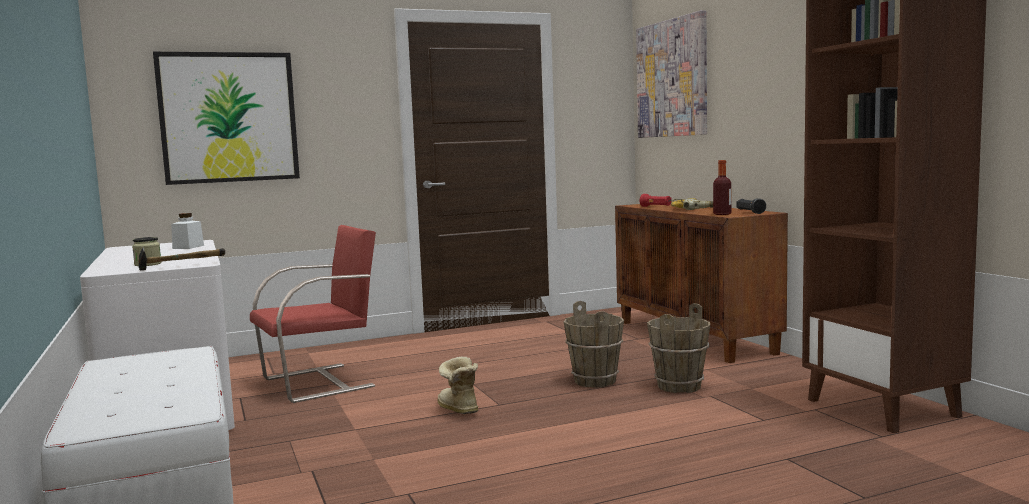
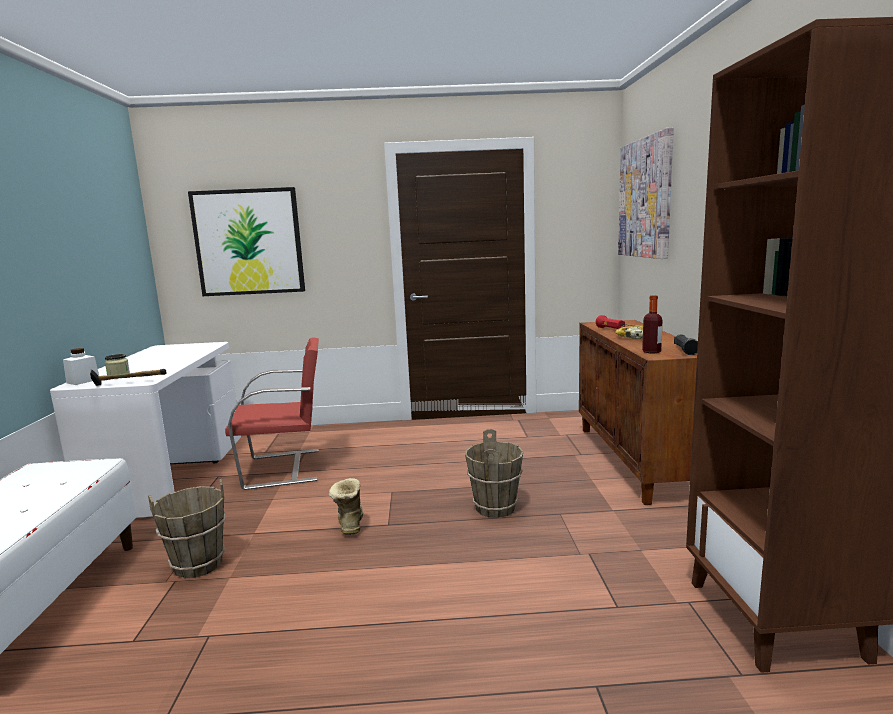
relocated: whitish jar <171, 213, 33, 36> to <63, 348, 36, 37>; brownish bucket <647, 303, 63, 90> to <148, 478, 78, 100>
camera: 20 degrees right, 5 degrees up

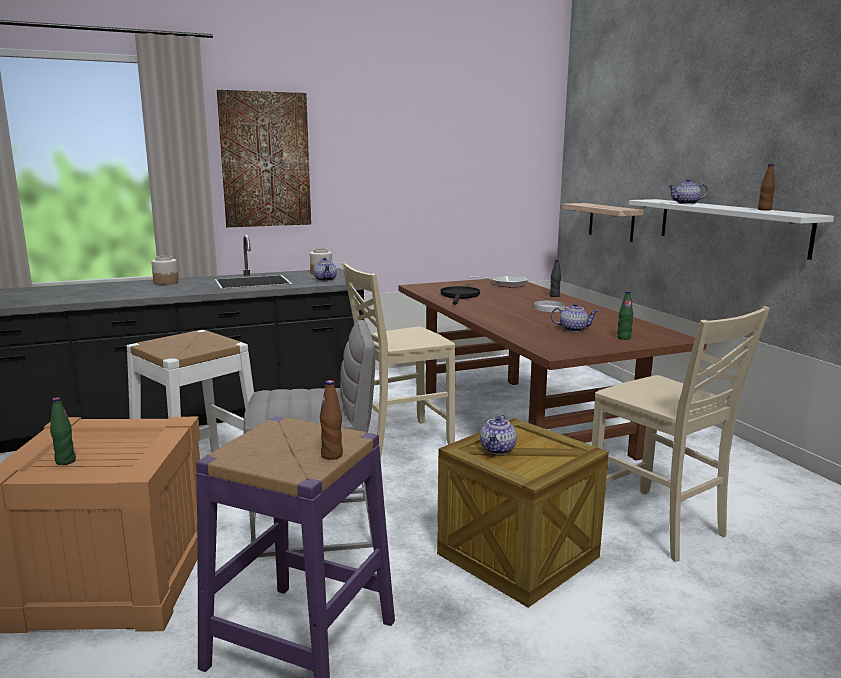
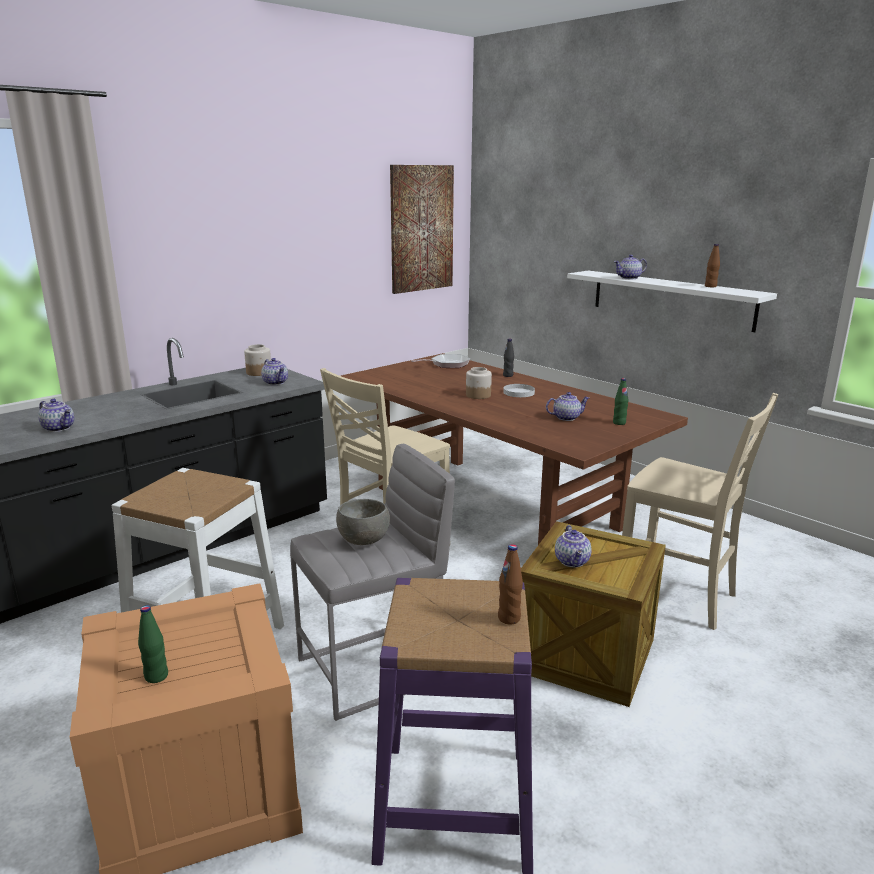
missing: shelf <562, 203, 82, 39>; blackish frying pan <441, 286, 39, 19>
appeared: teapot <38, 399, 36, 33>; gray serving bowl <336, 499, 54, 46>
relocated: wall picture <217, 90, 94, 137> to <390, 165, 64, 129>; jar <151, 256, 28, 29> to <466, 367, 26, 32>
camera: 20 degrees left, 5 degrees up

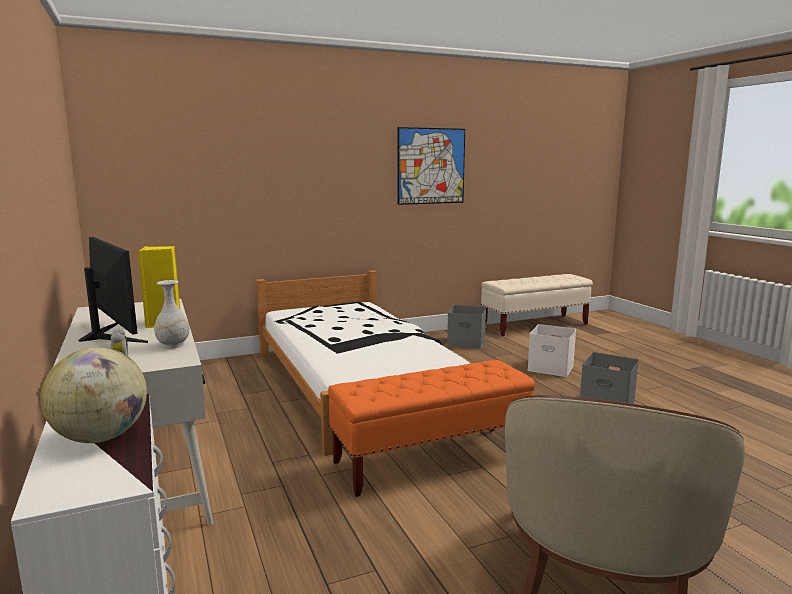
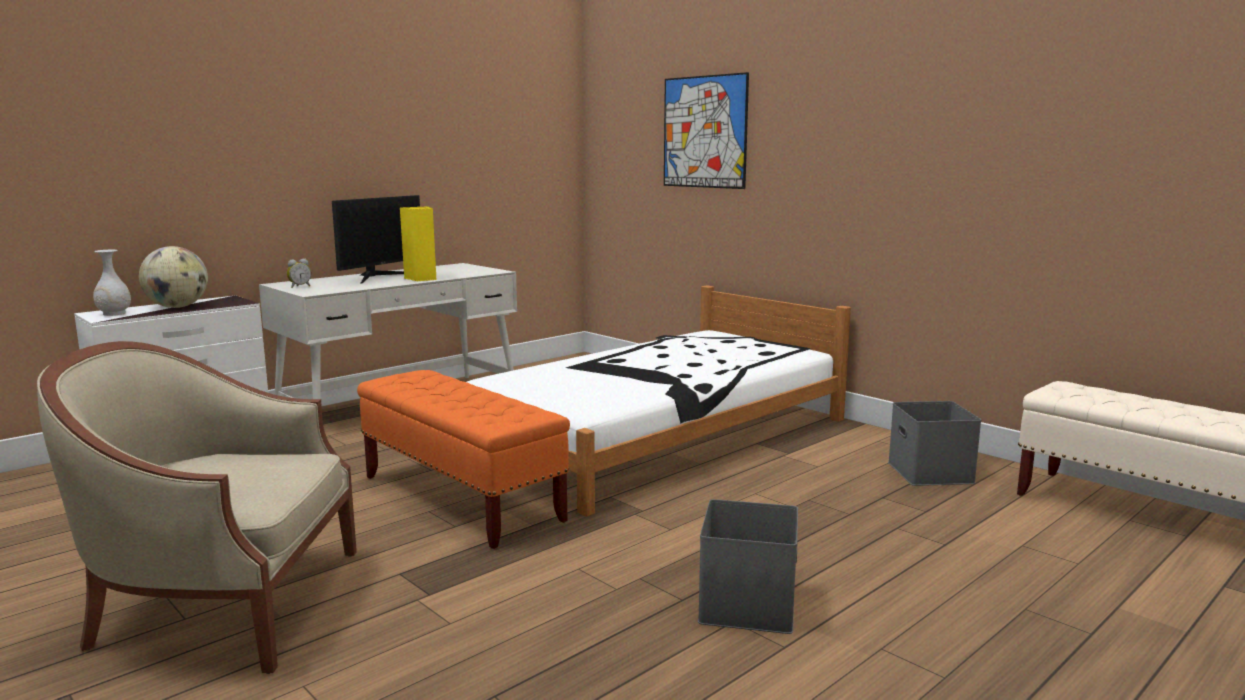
missing: whitish storage bin <527, 324, 49, 53>
relocated: wall picture <397, 127, 68, 78> to <664, 72, 85, 117>; whitish decorative vase <154, 280, 36, 68> to <93, 250, 38, 66>
camera: 70 degrees right, 0 degrees up

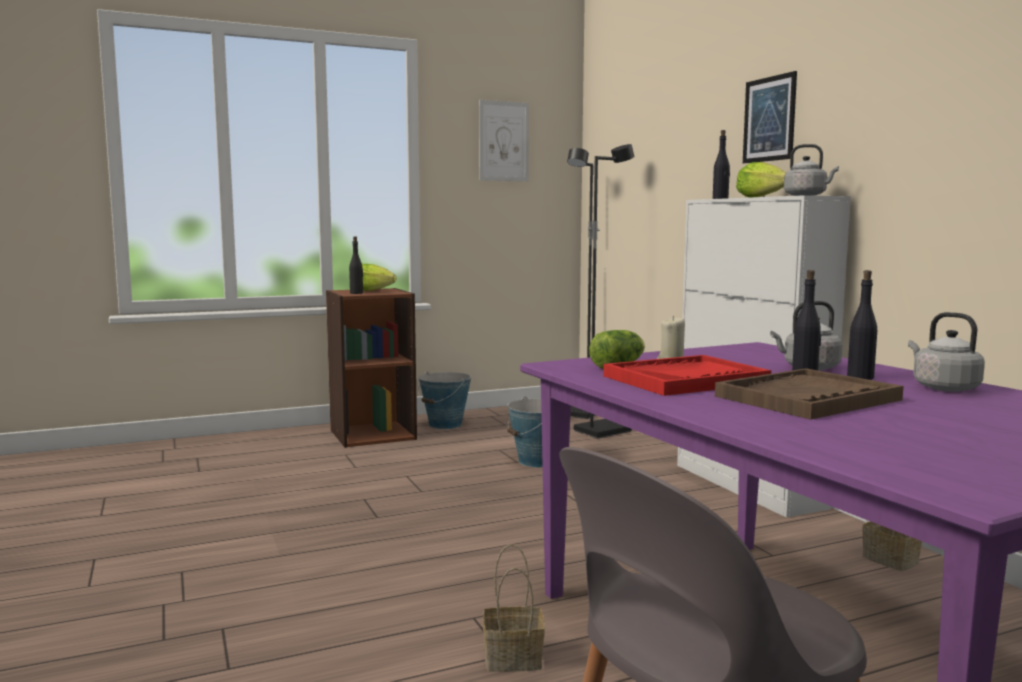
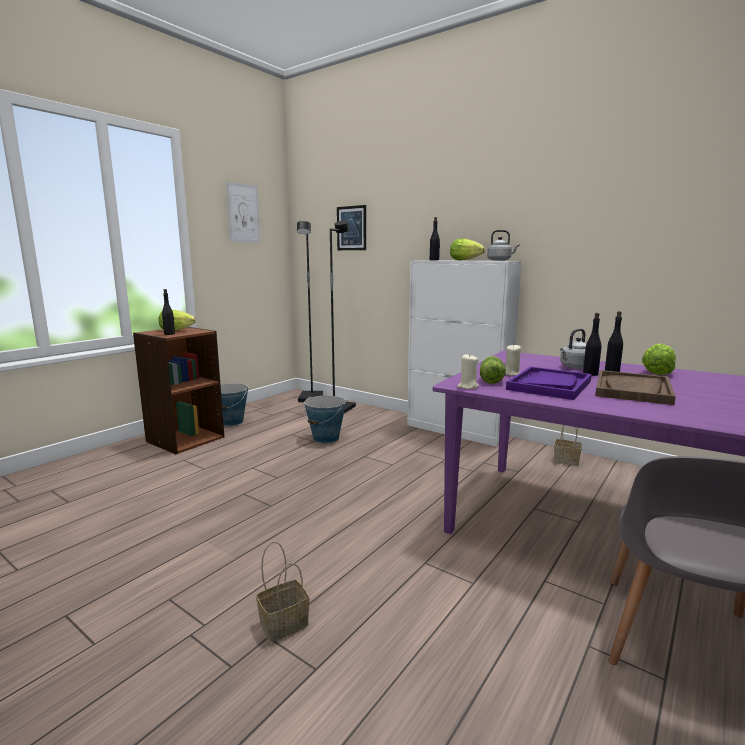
appeared: beige-coloured wax light <457, 354, 22, 35>
relocated: wall picture <743, 71, 54, 92> to <337, 205, 29, 45>; storage basket <483, 544, 62, 128> to <256, 542, 54, 100>
exchanged: gray kettle <908, 312, 77, 80> to head of lettuce <642, 344, 34, 31>
colour: red serving tray <603, 355, 168, 41> to purple serving tray <506, 367, 86, 33>
camera: 30 degrees left, 5 degrees up

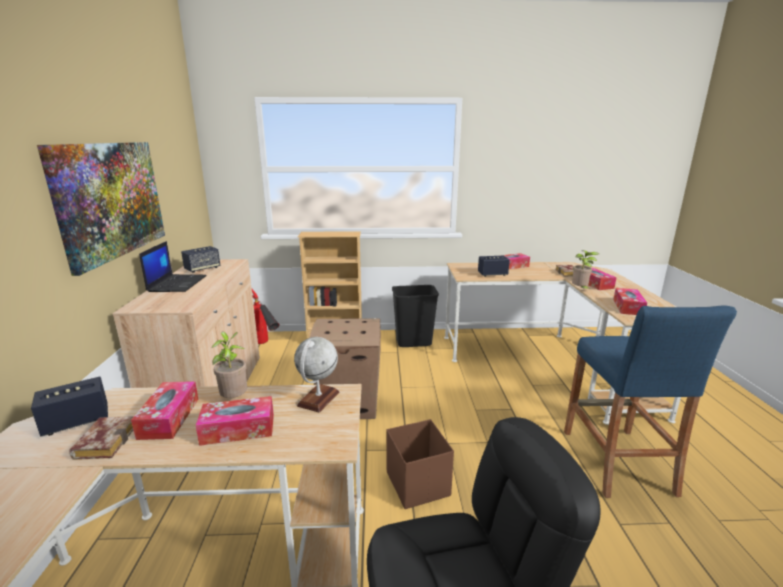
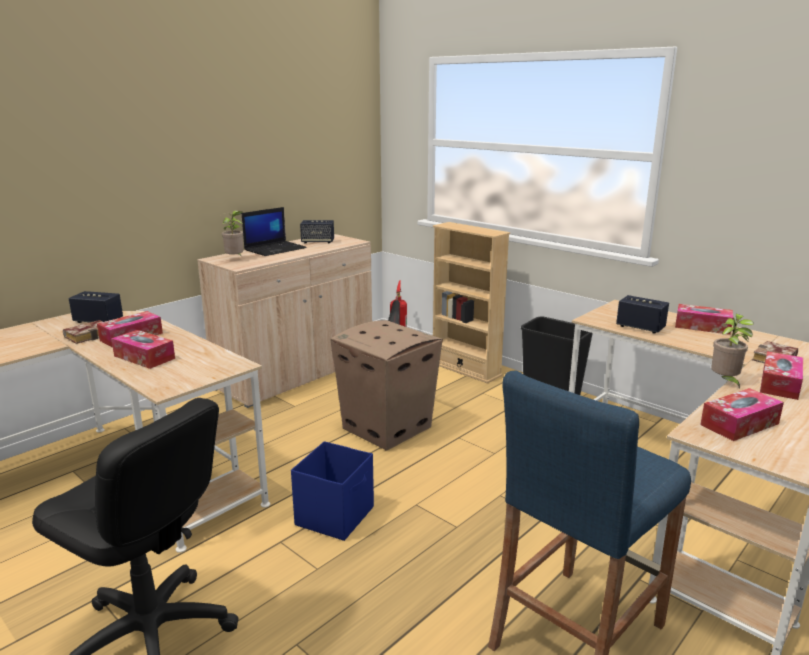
missing: wall picture <37, 142, 128, 134>; desk globe <294, 337, 45, 76>
relocated: potted plant <211, 332, 36, 66> to <221, 210, 22, 46>
colour: brownish storage bin <386, 419, 68, 90> to blue-coloured storage bin <291, 441, 83, 100>
camera: 45 degrees right, 0 degrees up

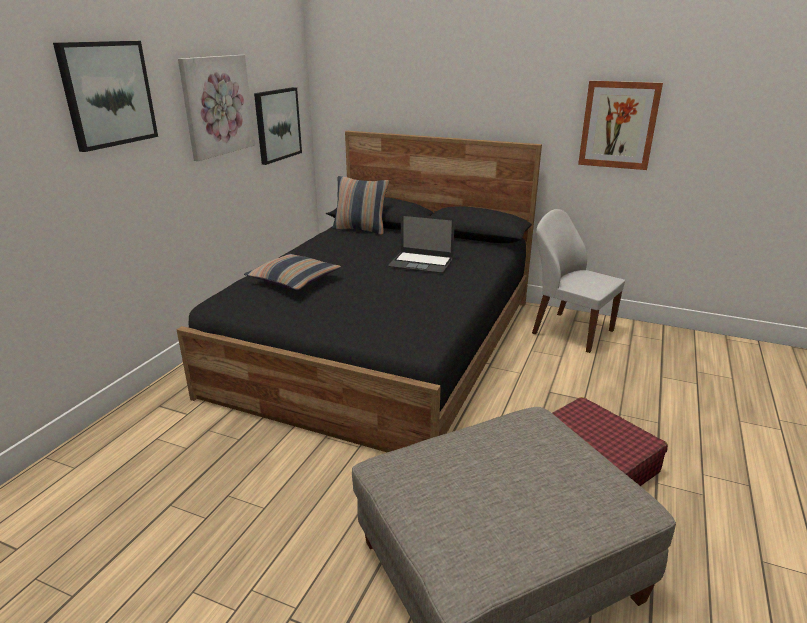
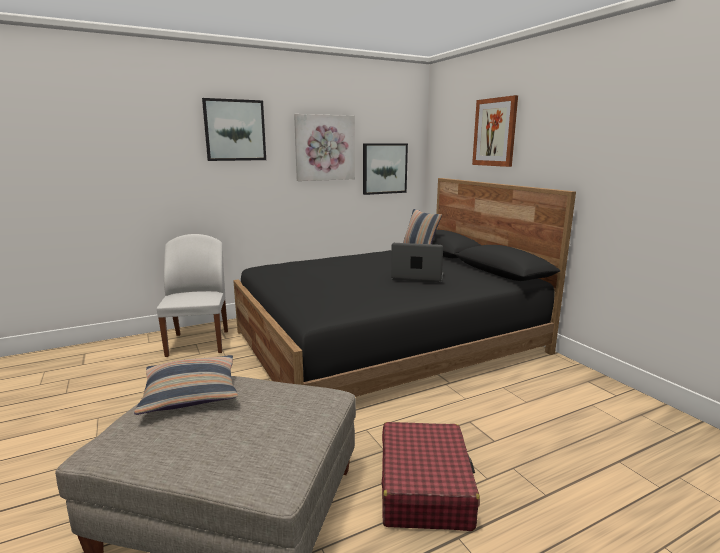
relocated: wall picture <578, 81, 85, 89> to <472, 95, 46, 72>; whitish plain chair <532, 209, 93, 144> to <157, 234, 71, 123>; pillow <244, 254, 97, 36> to <134, 355, 104, 60>
spun: portable computer <388, 213, 67, 60> = <391, 243, 52, 40> 135 degrees clockwise
camera: 40 degrees right, 10 degrees down

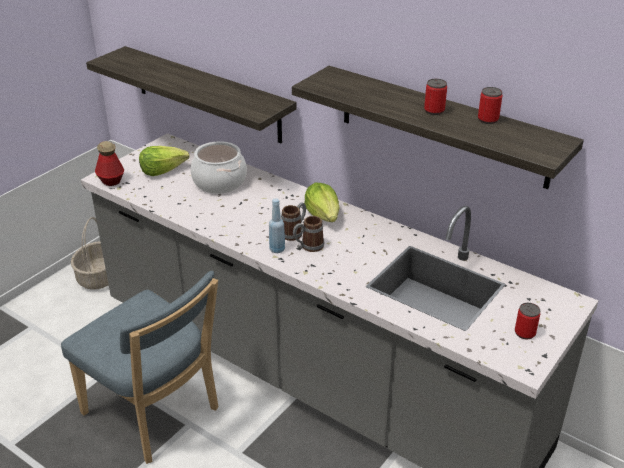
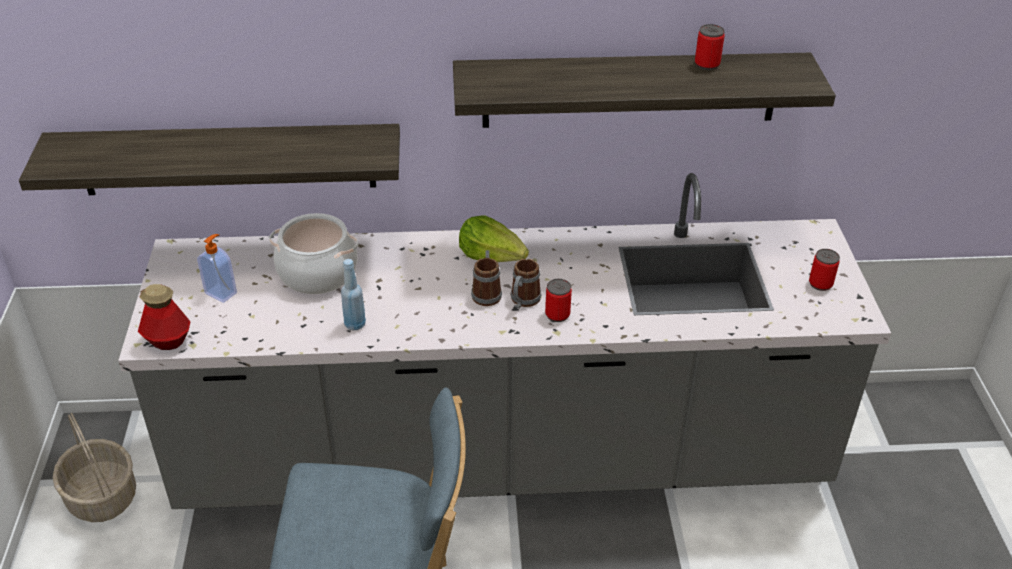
relocated: can <424, 79, 23, 36> to <545, 279, 27, 43>; blue-coloured beverage bottle <269, 198, 16, 55> to <341, 259, 25, 71>
exchanged: head of lettuce <139, 146, 51, 30> to liquid soap bottle <197, 234, 40, 69>
camera: 40 degrees left, 5 degrees up

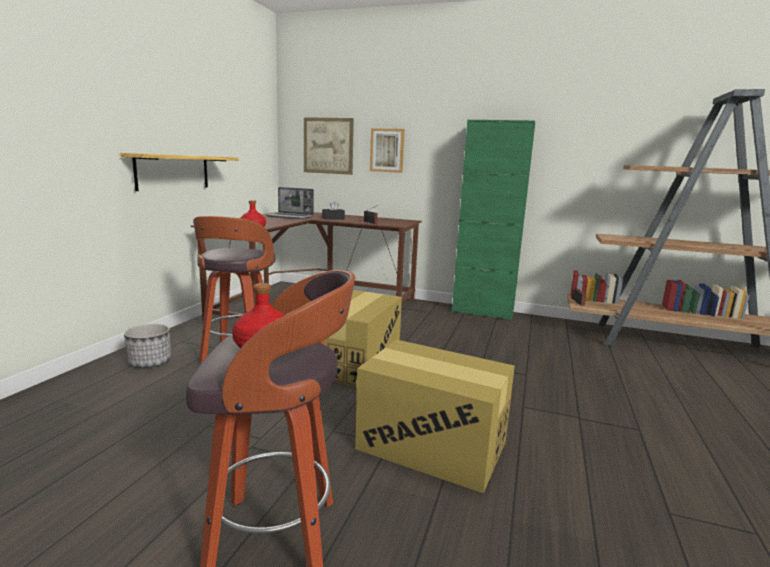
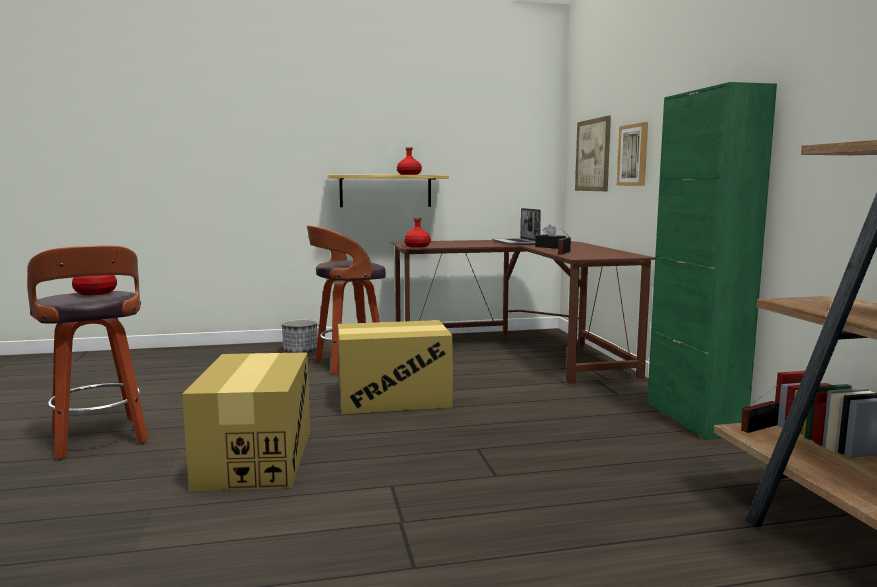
appeared: red beverage bottle <397, 147, 25, 28>
camera: 60 degrees right, 5 degrees down

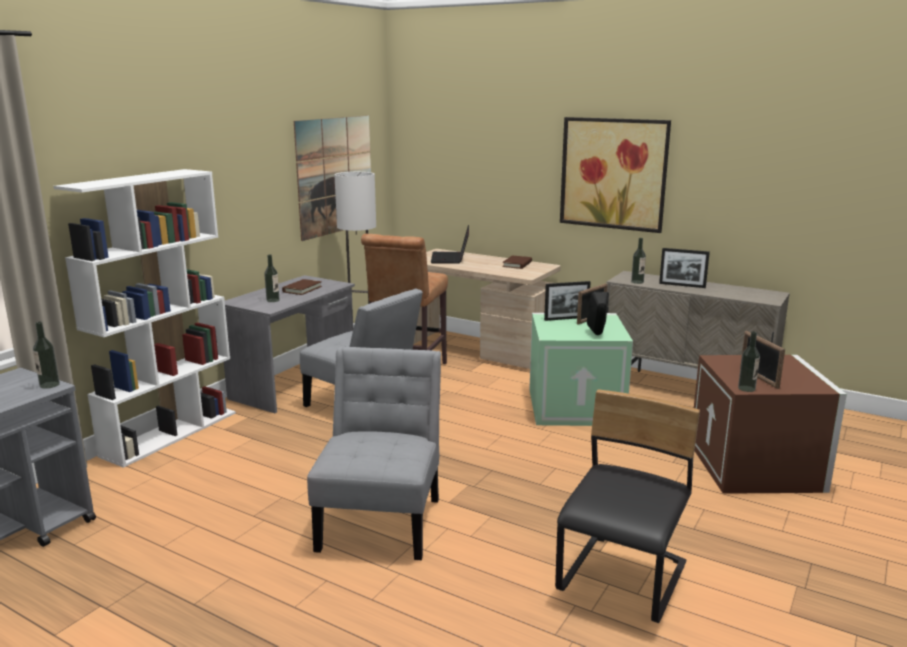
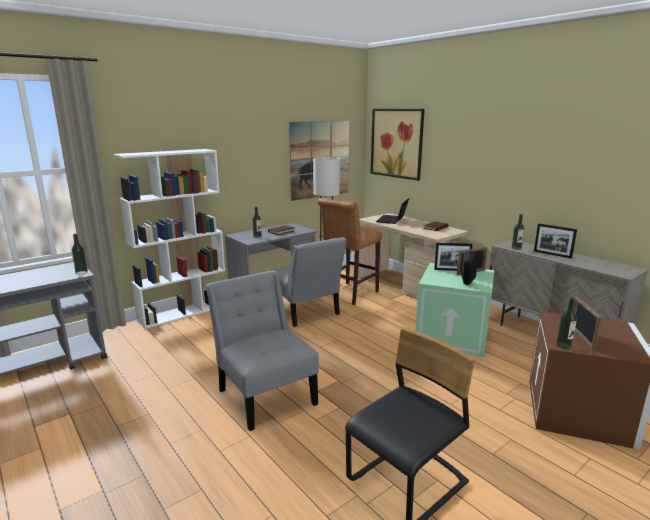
relocated: wall picture <560, 117, 111, 116> to <370, 109, 55, 72>
spun: gray plain chair <307, 347, 134, 213> = <206, 270, 113, 161> 60 degrees counterclockwise
camera: 20 degrees right, 0 degrees up

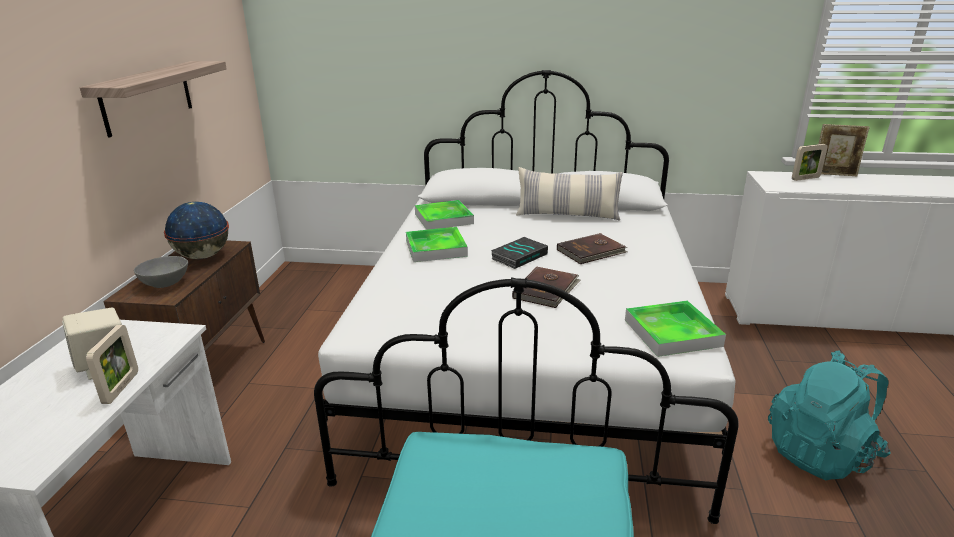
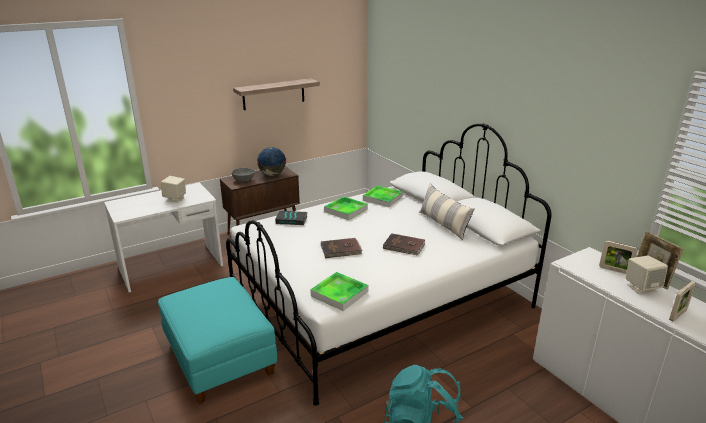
appeared: beige-coloured loudspeaker <626, 256, 42, 39>
relocated: book <491, 237, 57, 32> to <275, 211, 32, 14>; photo frame <86, 325, 52, 79> to <669, 281, 27, 41>
camera: 50 degrees right, 0 degrees up

